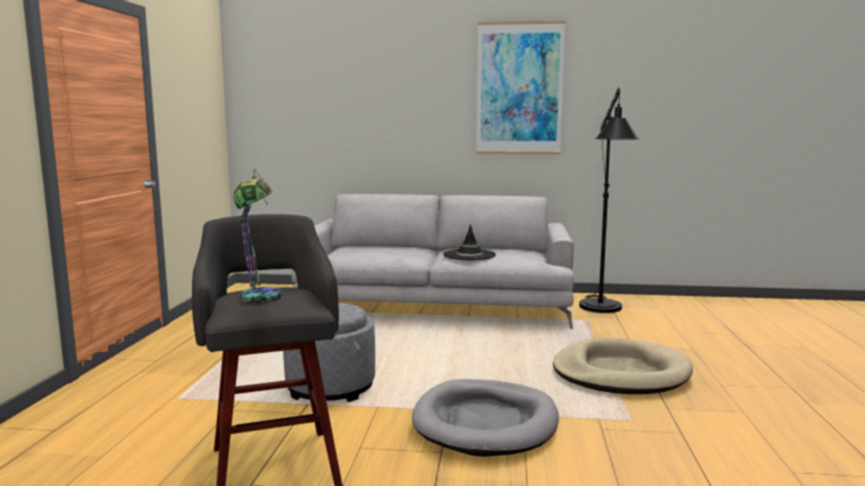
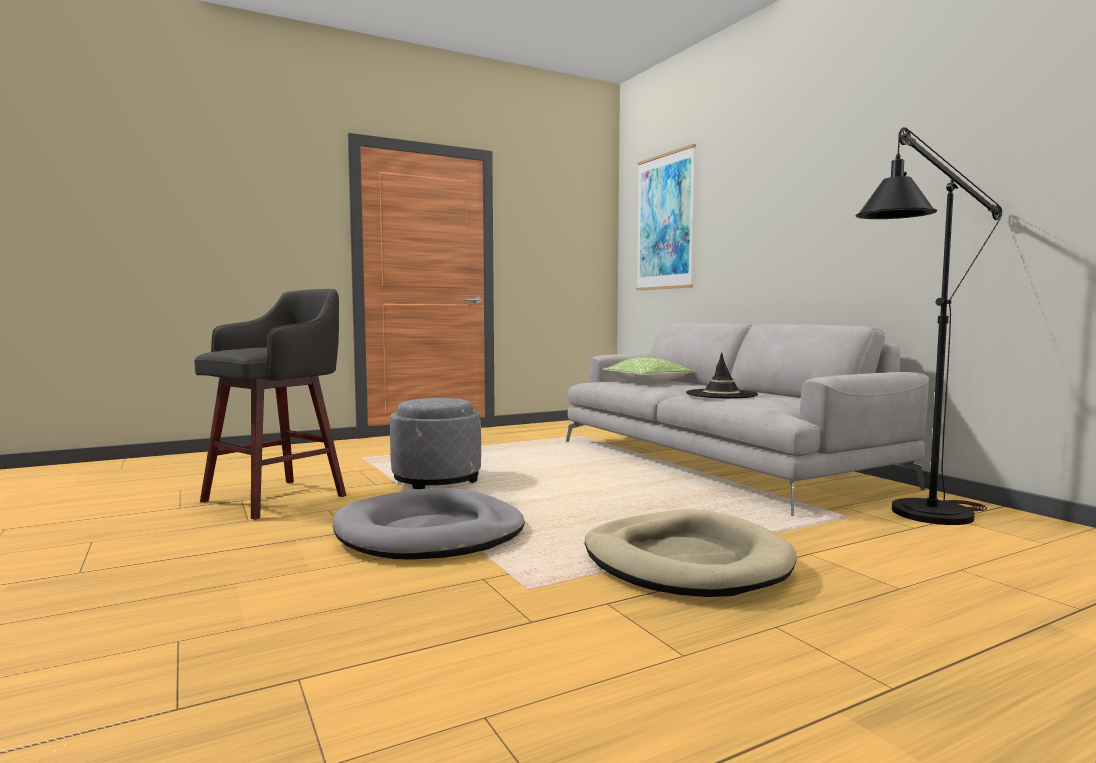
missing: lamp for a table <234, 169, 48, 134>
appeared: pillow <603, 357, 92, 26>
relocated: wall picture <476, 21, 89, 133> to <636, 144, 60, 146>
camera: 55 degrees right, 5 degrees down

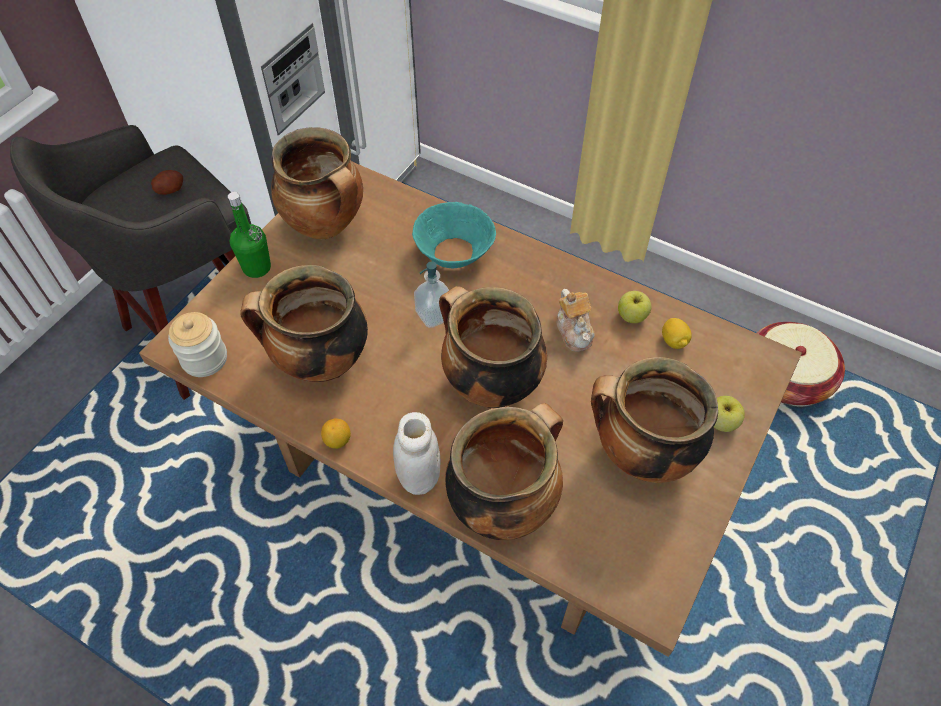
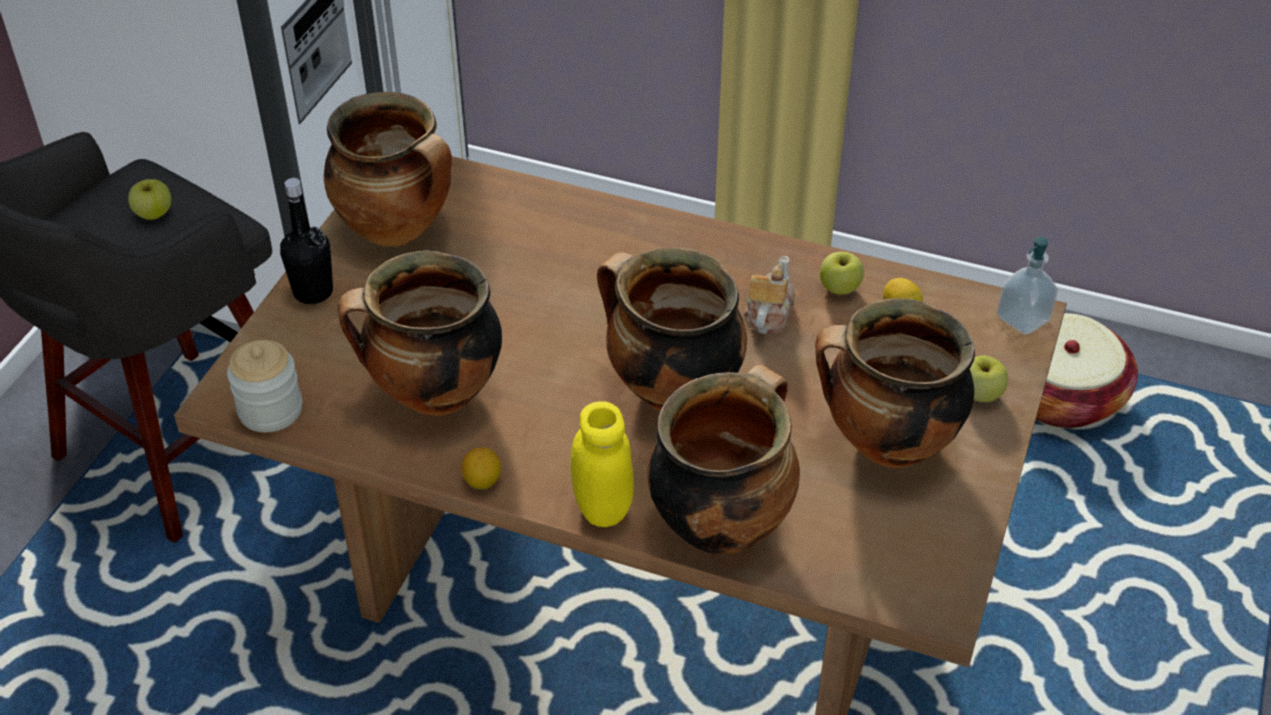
missing: turquoise-coloured serving bowl <412, 202, 84, 66>
relocated: liquid soap bottle <414, 261, 35, 67> to <997, 237, 61, 98>
exchanged: potato <151, 170, 32, 25> to whole apple <128, 179, 44, 41>
colour: greenish beverage bottle <228, 192, 43, 86> to blackish beverage bottle <280, 178, 53, 126>; whitish jar <393, 412, 47, 83> to yellow jar <570, 401, 64, 126>
spun: teapot <557, 289, 38, 63> = <744, 256, 51, 79> 135 degrees counterclockwise
camera: 10 degrees left, 10 degrees down

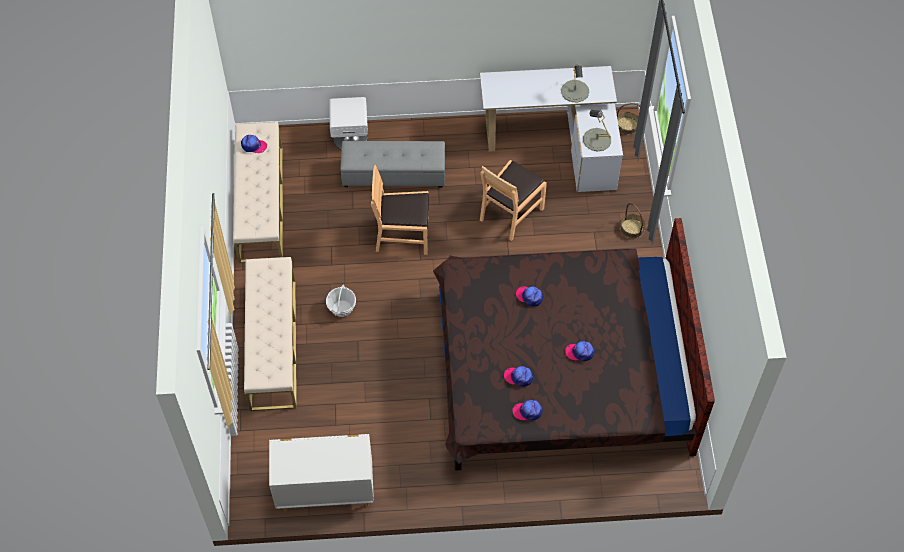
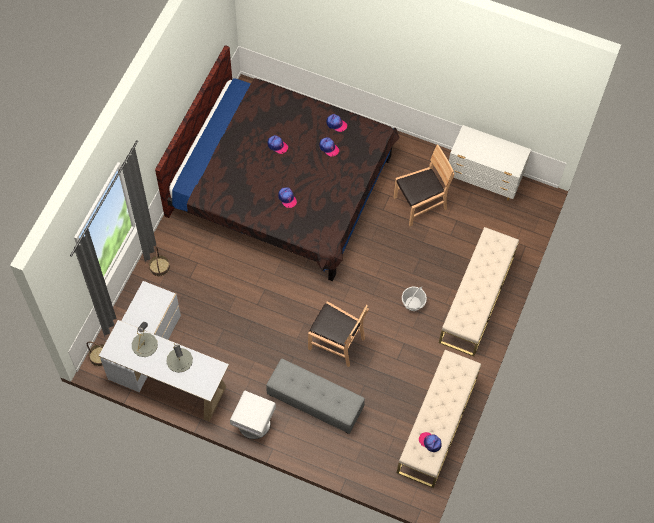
relocated: whitish night table <329, 97, 39, 53> to <230, 391, 46, 48>; gray lamp for a table <583, 110, 28, 41> to <166, 343, 27, 30>; brownish plain chair <480, 160, 67, 81> to <393, 144, 61, 82>
camera: 155 degrees left, 5 degrees up

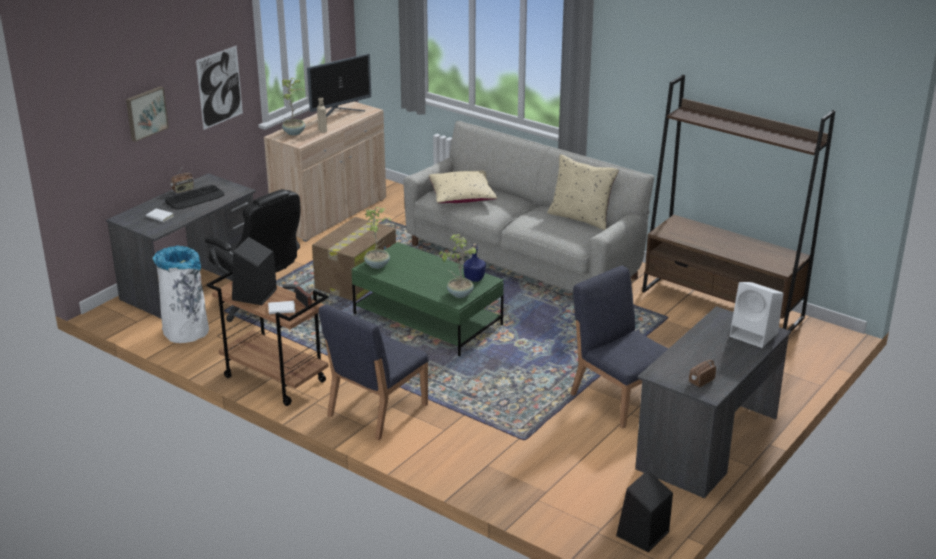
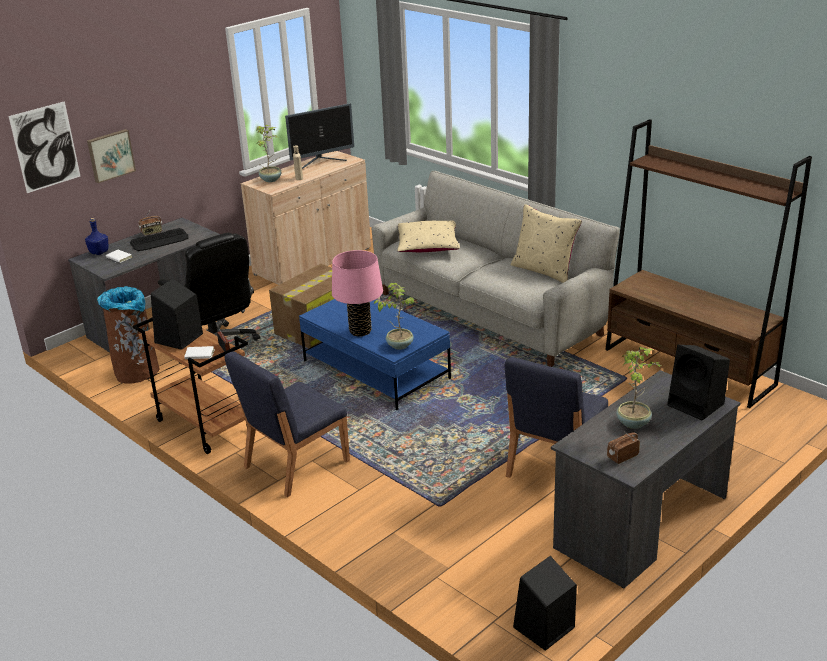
appeared: pink lamp for a table <332, 250, 51, 86>
relocated: wall picture <196, 45, 47, 85> to <9, 101, 71, 92>; potted plant <364, 207, 27, 62> to <616, 347, 44, 82>; blue-coloured beverage bottle <463, 244, 23, 38> to <85, 218, 24, 37>
colour: greenish low table <351, 242, 153, 114> to blue-coloured low table <299, 299, 152, 111>; whitish rubbish bin <152, 245, 57, 98> to brownish rubbish bin <97, 286, 63, 98>; whitish loudspeaker <729, 282, 54, 66> to blackish loudspeaker <667, 345, 63, 75>
spun: blue-coloured plain chair <570, 265, 99, 164> = <505, 357, 103, 121> 120 degrees counterclockwise
camera: 10 degrees right, 0 degrees up

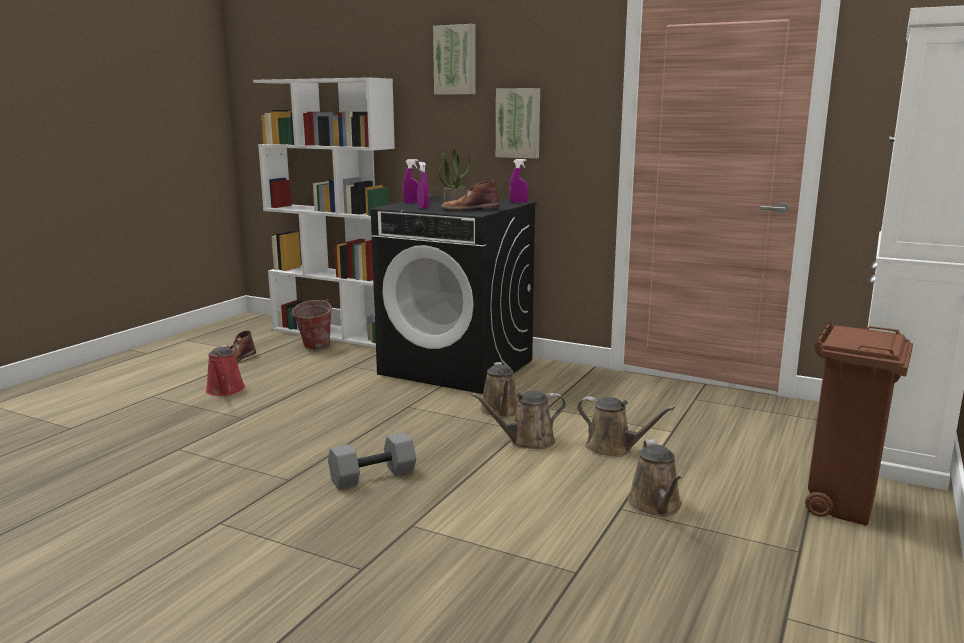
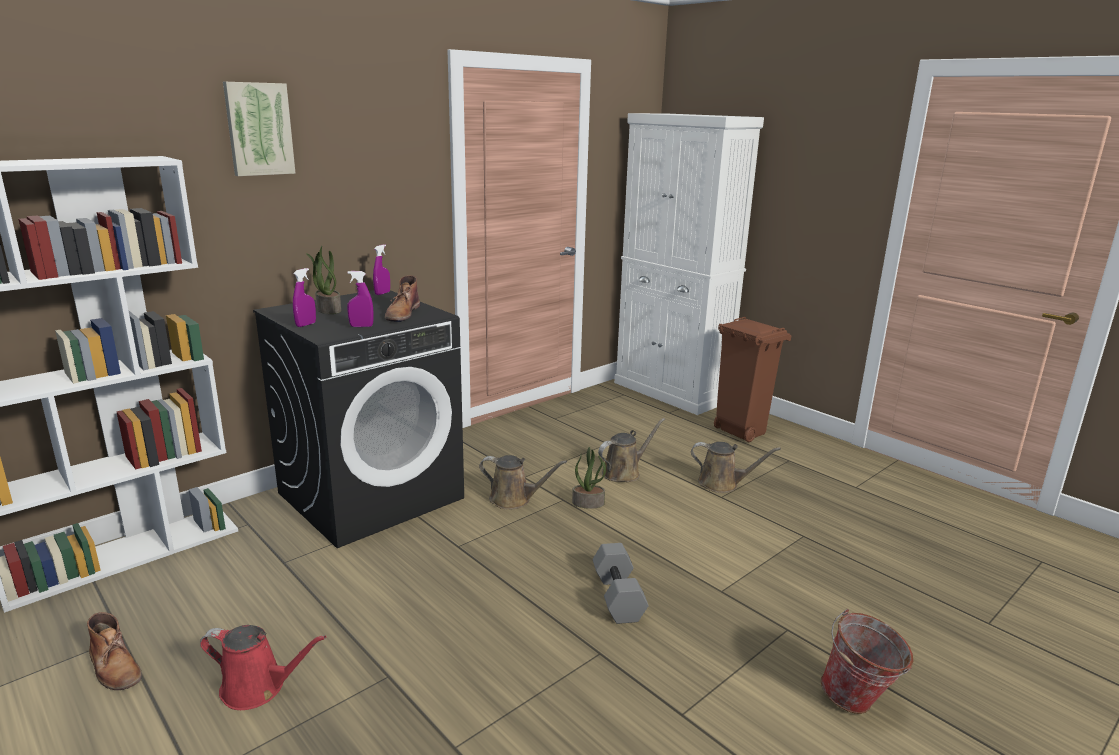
missing: wall picture <496, 88, 44, 71>
relocated: bucket <290, 299, 42, 50> to <821, 609, 92, 105>
exchanged: brownish sprinkling can <471, 391, 95, 58> to potted plant <572, 447, 34, 62>
camera: 70 degrees left, 5 degrees up

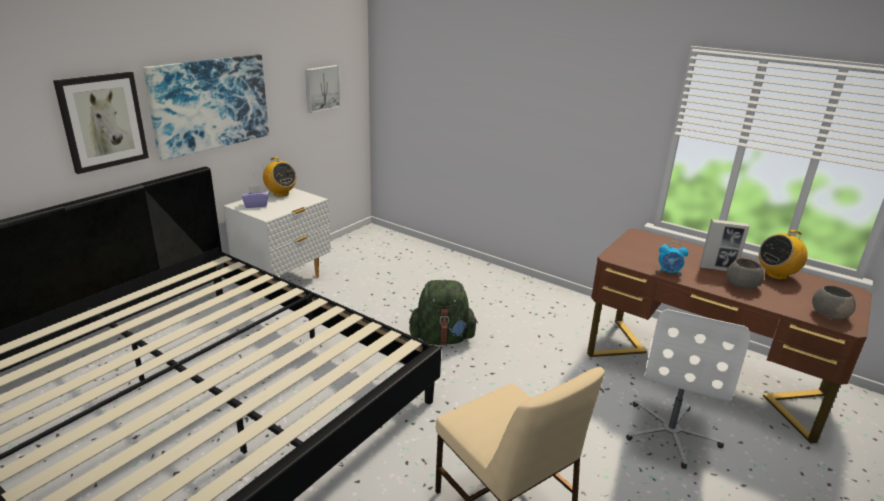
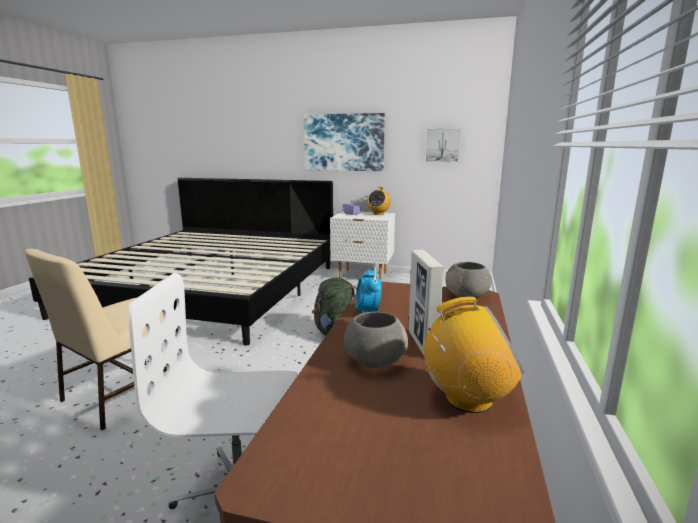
missing: wall picture <53, 72, 96, 102>
relocated: gray serving bowl <812, 285, 44, 34> to <445, 262, 46, 36>
spun: radio receiver <759, 230, 49, 50> = <424, 297, 100, 116> 135 degrees clockwise
camera: 70 degrees right, 10 degrees down

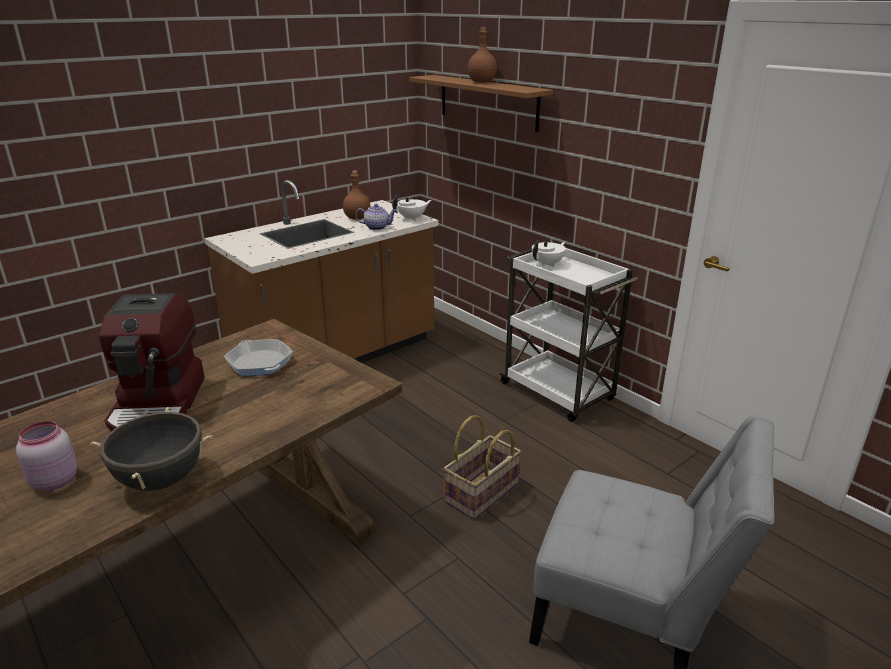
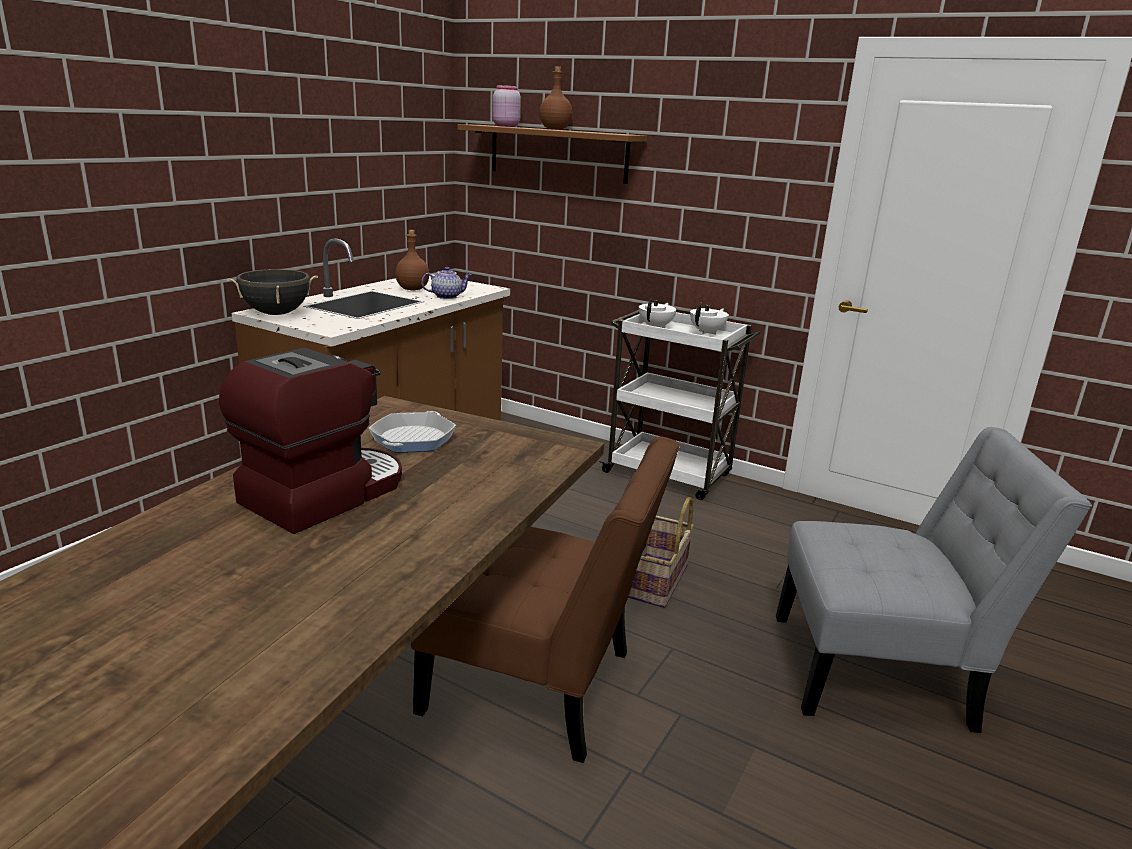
appeared: brownish plain chair <411, 436, 269, 327>
relocated: whitish teapot <392, 195, 39, 26> to <690, 303, 39, 32>; blackish saucepot <90, 407, 122, 84> to <227, 269, 91, 46>; pink jar <16, 421, 62, 70> to <493, 85, 28, 42>
spun: coffee brewer <99, 293, 106, 138> = <219, 348, 183, 186> 120 degrees counterclockwise; frying pan <224, 339, 69, 37> = <368, 411, 88, 41> 75 degrees clockwise
camera: 20 degrees left, 5 degrees down

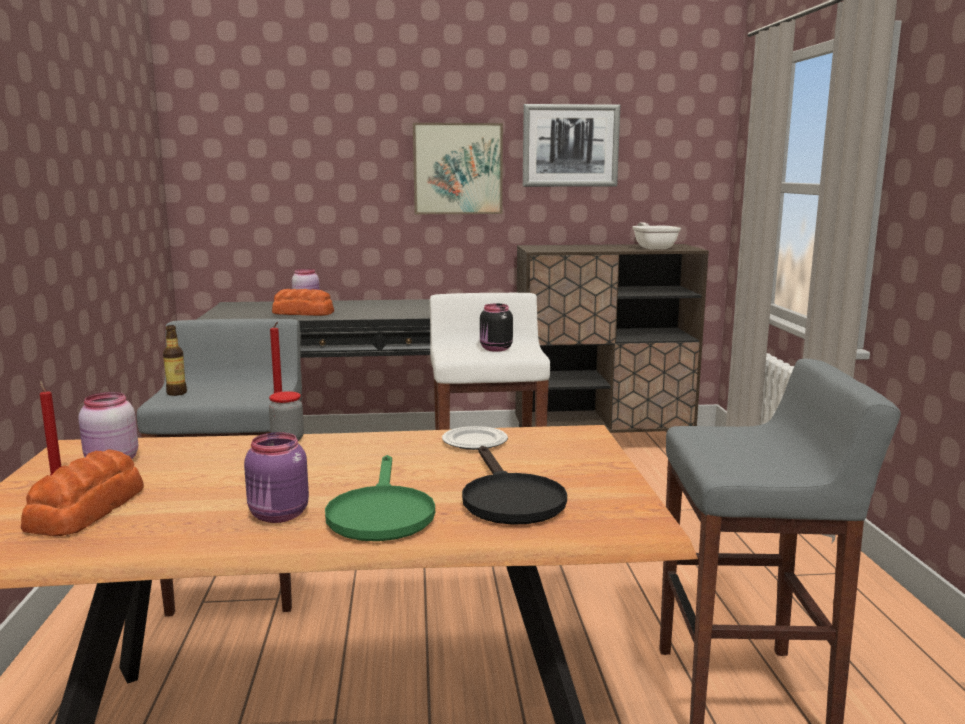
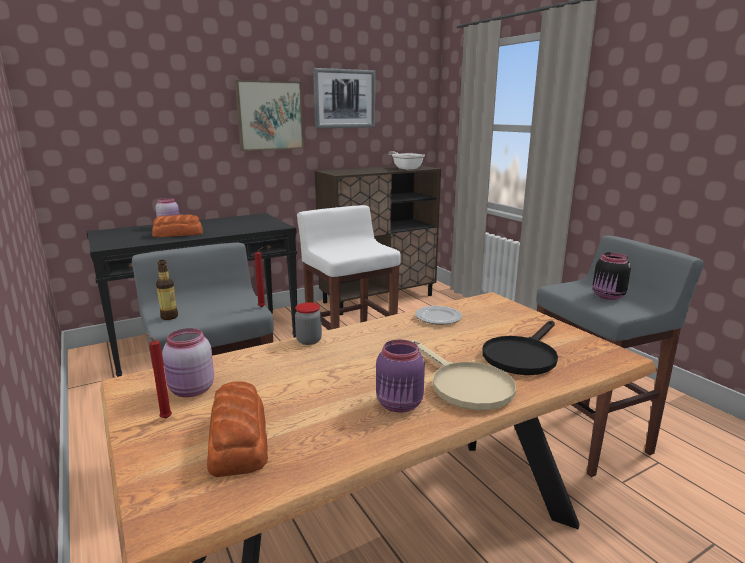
relocated: blackish jar <480, 304, 33, 48> to <593, 252, 38, 48>
colour: greenish frying pan <325, 455, 110, 86> to beige-coloured frying pan <412, 340, 104, 70>
spun: blackish frying pan <462, 446, 105, 79> = <482, 320, 76, 55> 75 degrees clockwise
camera: 25 degrees left, 5 degrees up

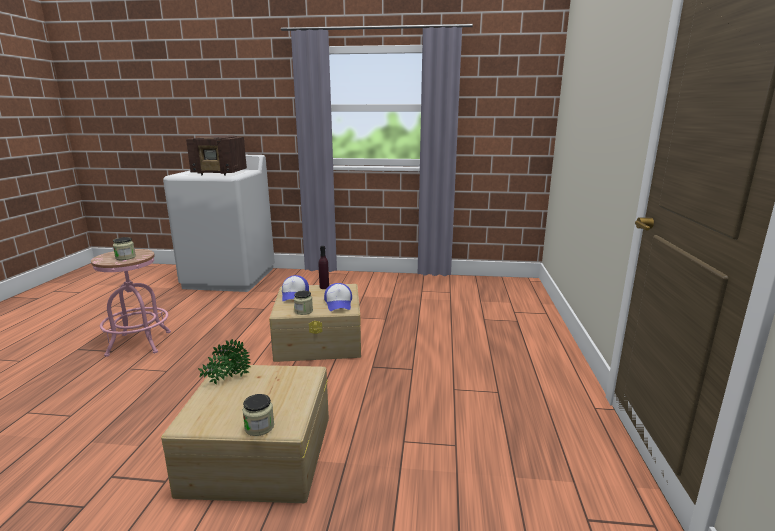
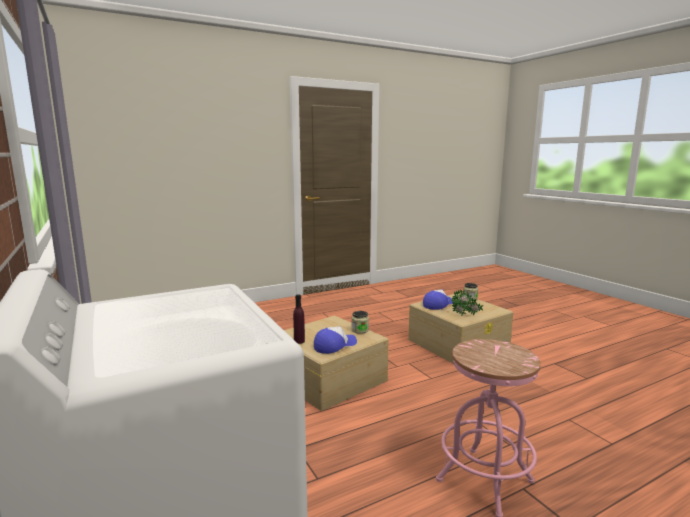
missing: radio receiver <186, 135, 61, 41>; jar <113, 237, 23, 23>
relocated: baseball cap <324, 283, 28, 28> to <423, 289, 30, 21>
camera: 125 degrees left, 5 degrees down

